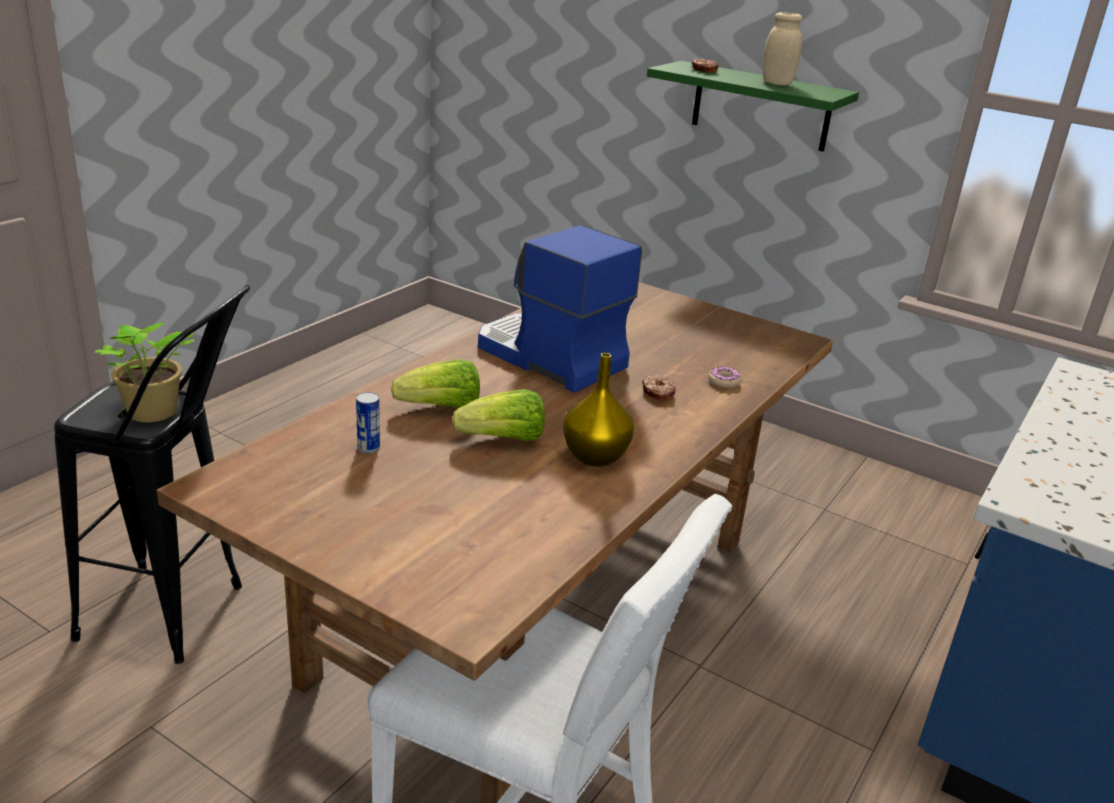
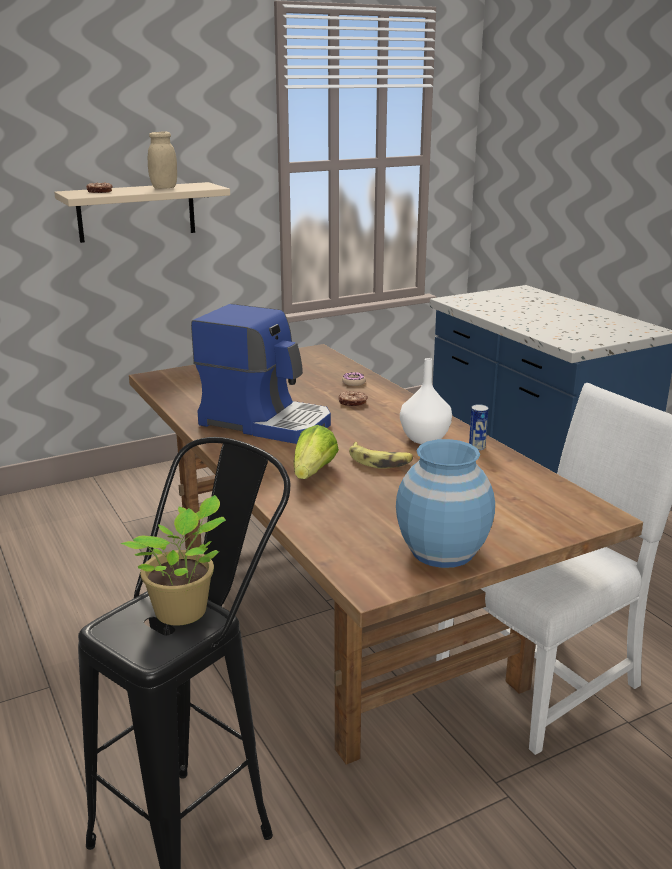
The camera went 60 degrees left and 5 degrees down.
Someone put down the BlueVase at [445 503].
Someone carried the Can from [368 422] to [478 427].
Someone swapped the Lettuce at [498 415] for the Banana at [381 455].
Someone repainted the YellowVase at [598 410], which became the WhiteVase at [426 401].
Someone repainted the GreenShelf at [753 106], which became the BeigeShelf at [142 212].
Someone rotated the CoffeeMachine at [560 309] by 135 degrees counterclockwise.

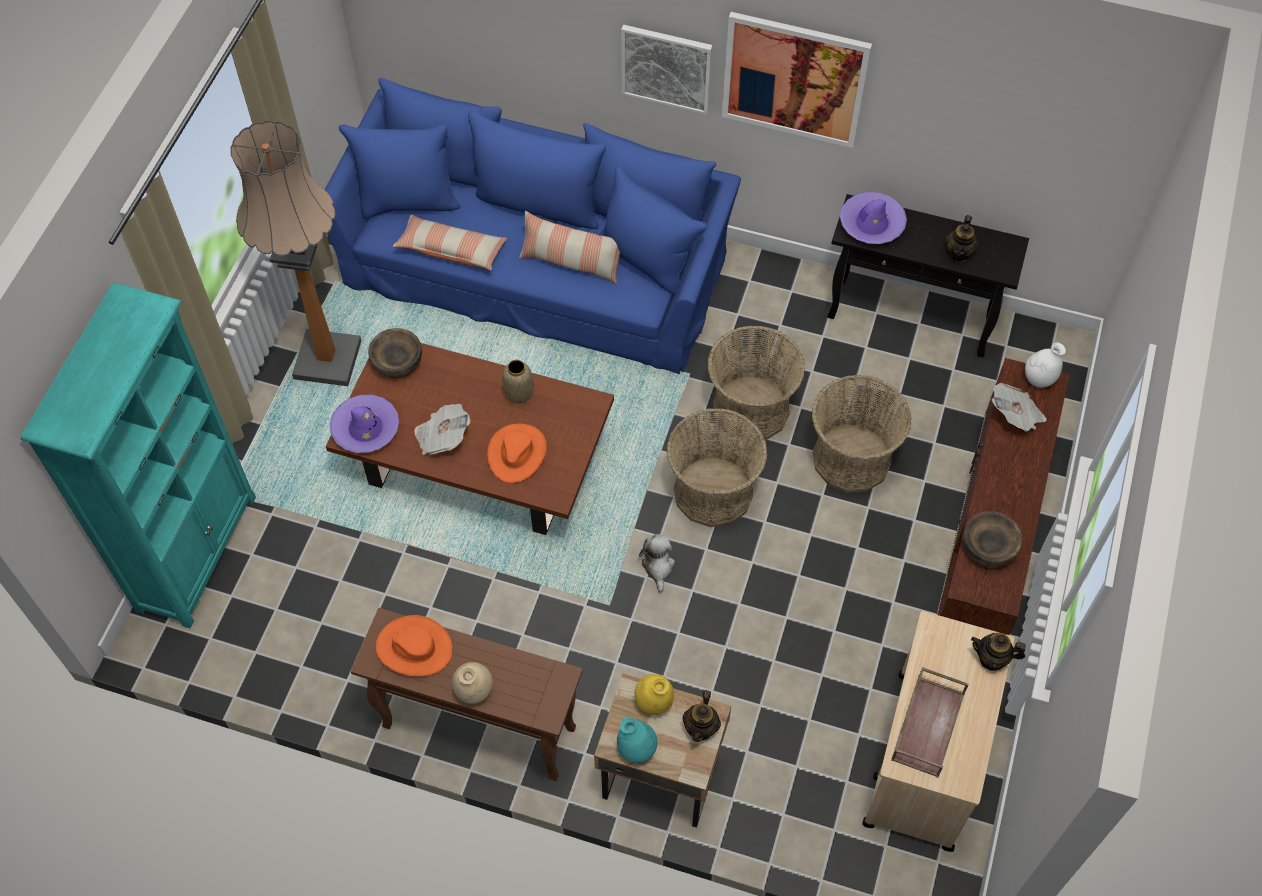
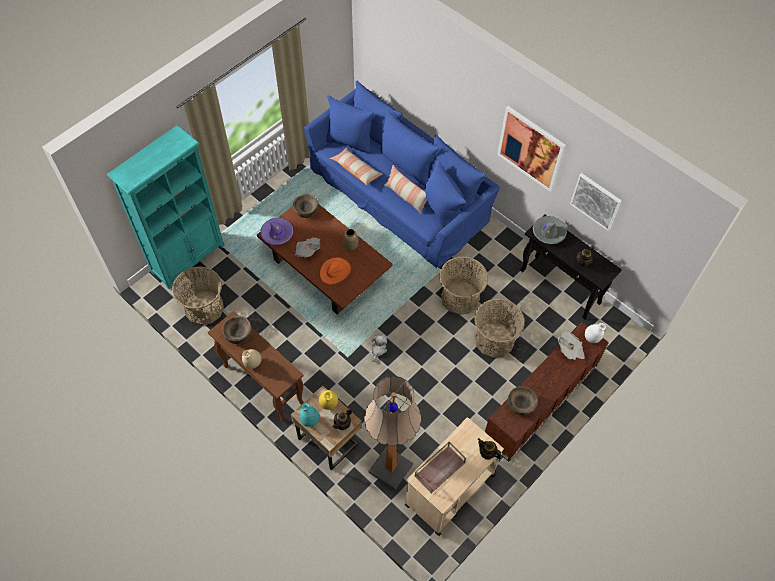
The camera went 25 degrees right and 0 degrees up.
Someone carried the FloorLamp from [295 253] to [392 433].
Someone carried the Picture from [667 70] to [596 202].
Someone carried the Basket from [717 467] to [198 295].
Someone swapped the OrangeHat at [414 646] for the BrownBowl at [237 330].
Someone repainted the PurpleHat at [873 218], which became the GreyHat at [550 230].

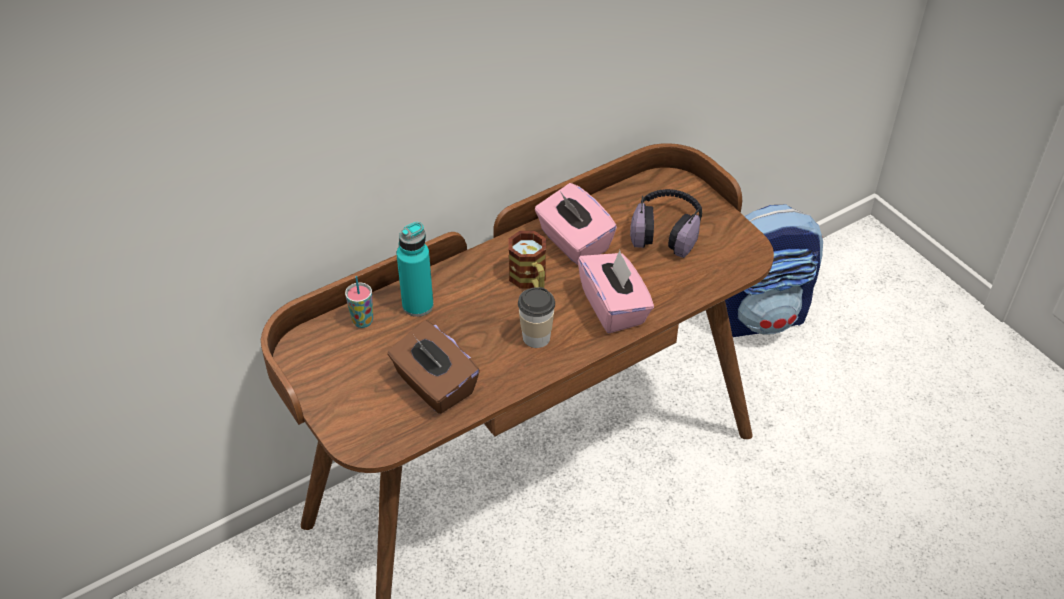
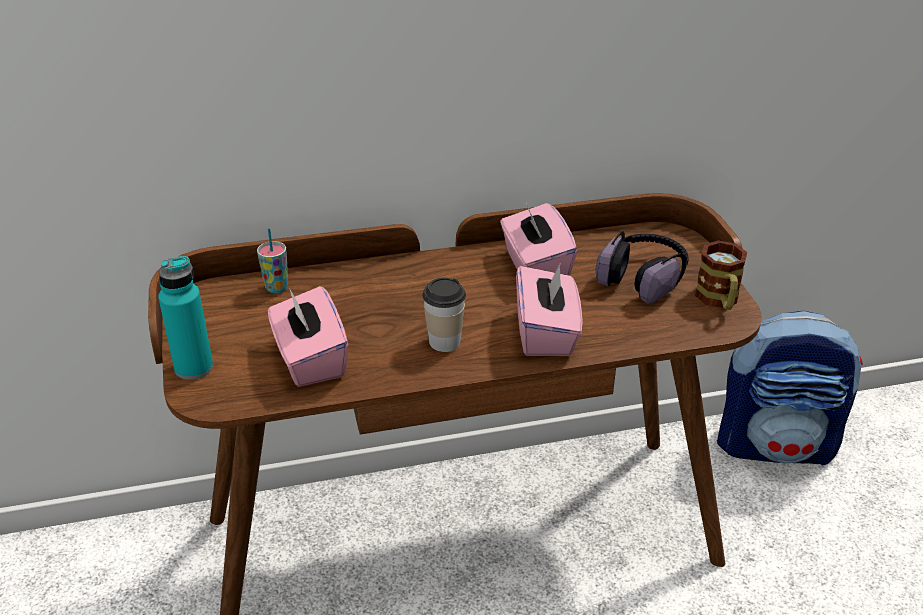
The camera went 20 degrees right and 10 degrees down.
Someone carried the TurquoiseBottle from [415 269] to [185 318].
Someone carried the Mug from [527 260] to [721 275].
Someone repainted the BrownTissueBox at [433 367], which became the PinkTissueBox at [308 336].

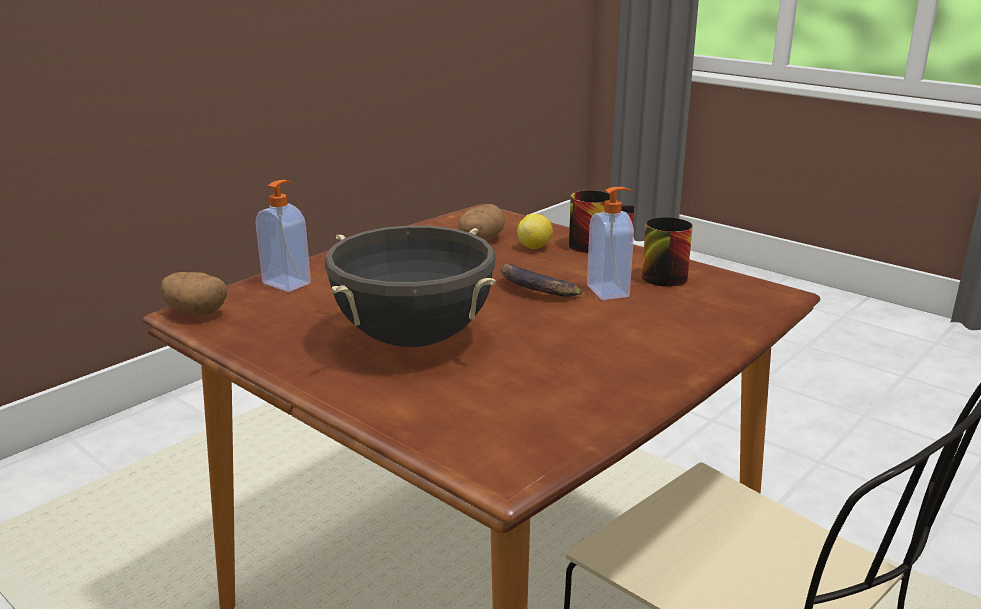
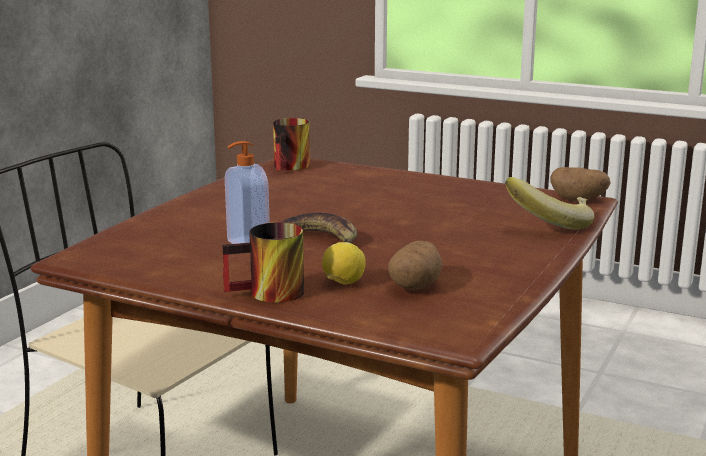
The camera went 165 degrees right and 5 degrees down.
Someone took away the BlackCookingPot at [410 286].
Someone carried the Mug from [667 252] to [291 144].
Someone swapped the SoapDispenser at [283 236] for the Banana at [549 203].

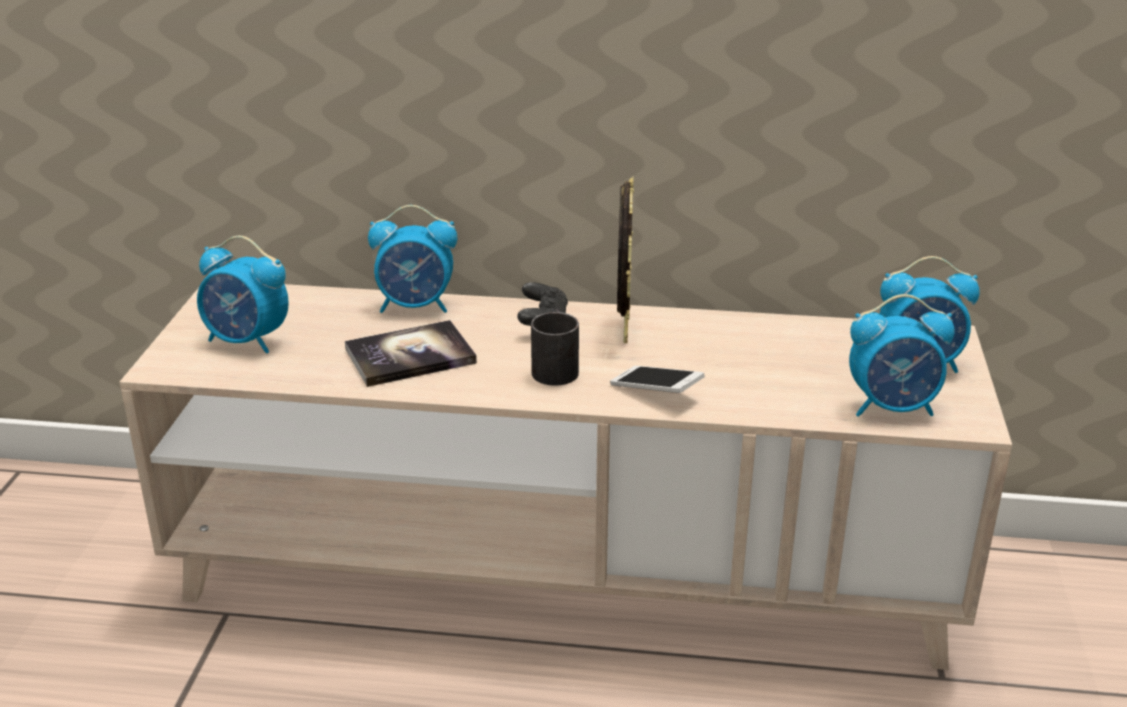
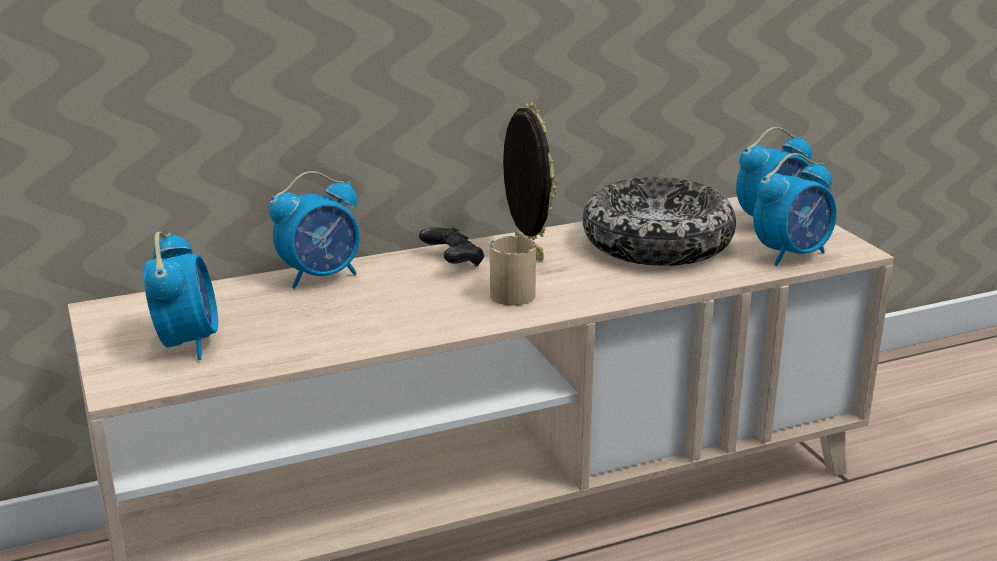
The camera went 30 degrees left and 5 degrees down.
Someone took away the Book at [411 353].
Someone took away the Phone at [657 379].
Someone put down the Bowl at [659 221].
Someone repainted the BlackMug at [555 349], which became the BeigeMug at [513 271].
Someone rotated the AlarmClock at [243 295] by 90 degrees counterclockwise.

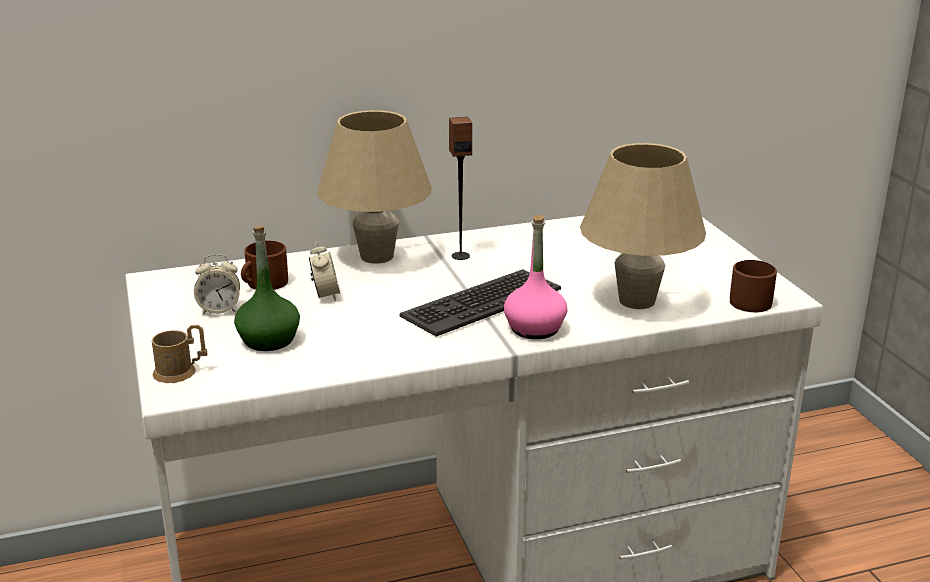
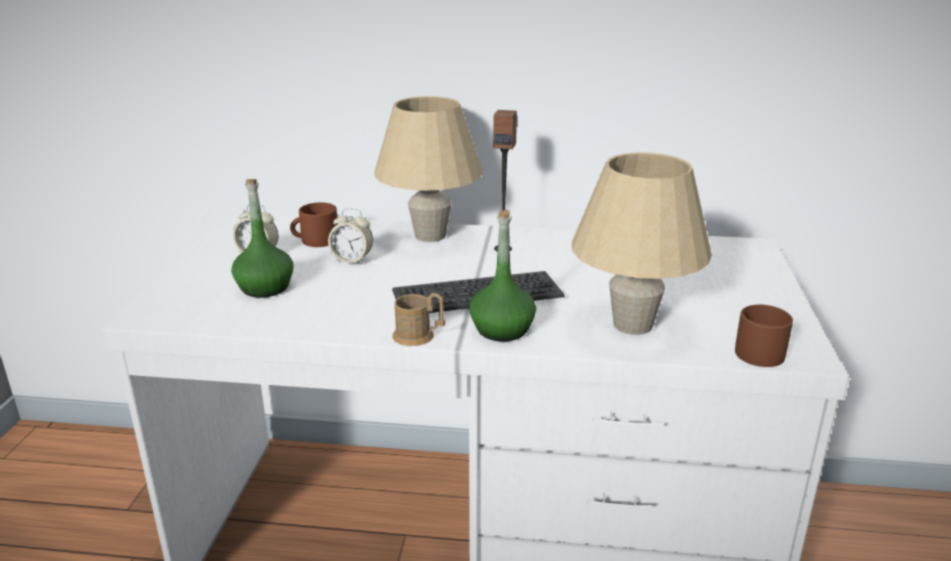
The camera went 25 degrees right and 0 degrees up.
Someone carried the BrownMug from [180 354] to [418 319].
Someone repainted the PinkBottle at [535 277], which became the GreenBottle at [502 276].
Someone rotated the AlarmClock at [324 271] by 90 degrees clockwise.

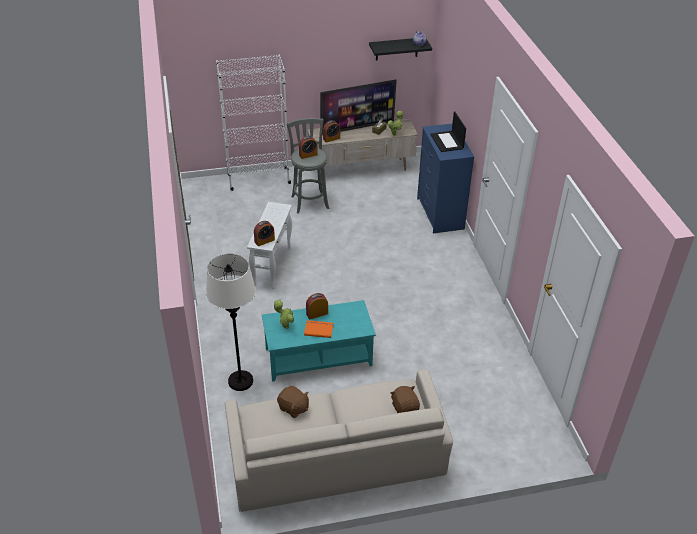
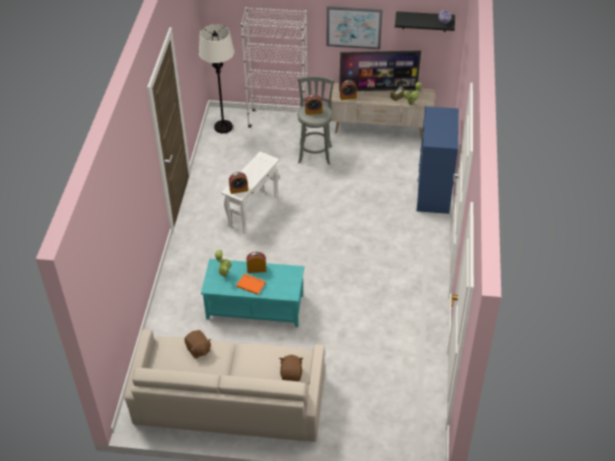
The camera went 20 degrees right and 5 degrees up.
Someone took away the Laptop at [448 131].
Someone put up the Picture at [355 28].
Someone carried the WhiteFloorLamp from [231 322] to [216 78].

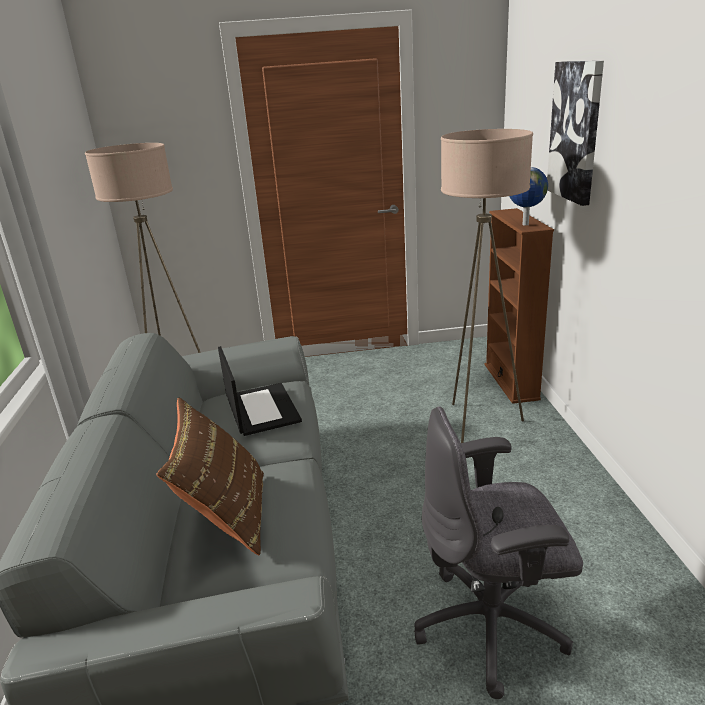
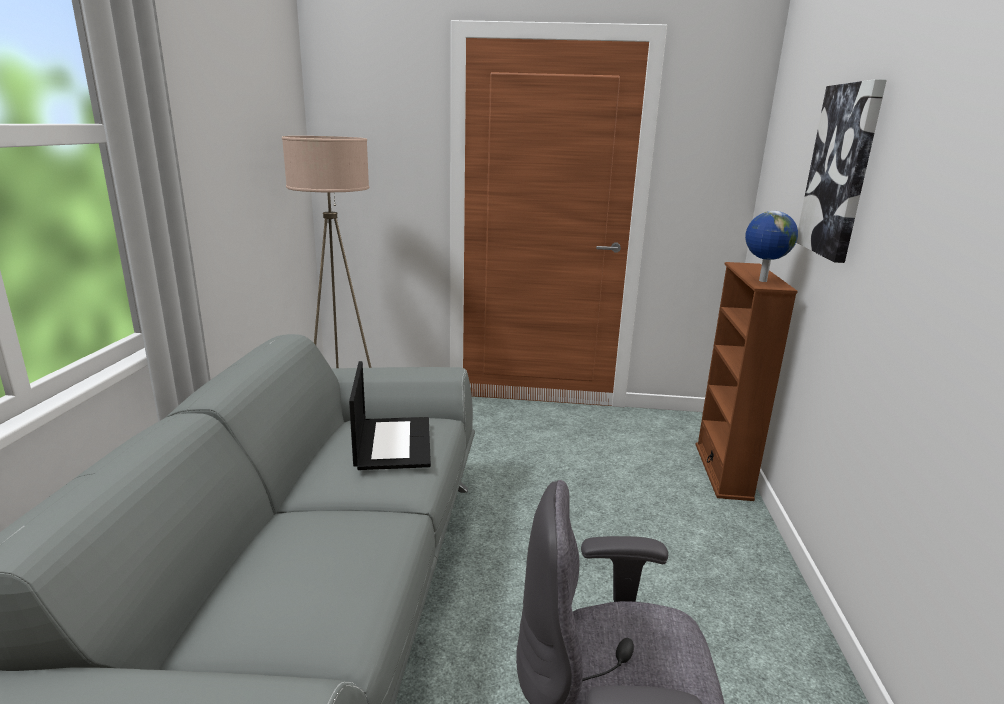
The camera went 10 degrees right and 5 degrees down.
Someone took away the BrownPillow at [210 476].
Someone took away the BeigeFloorLamp at [487 286].

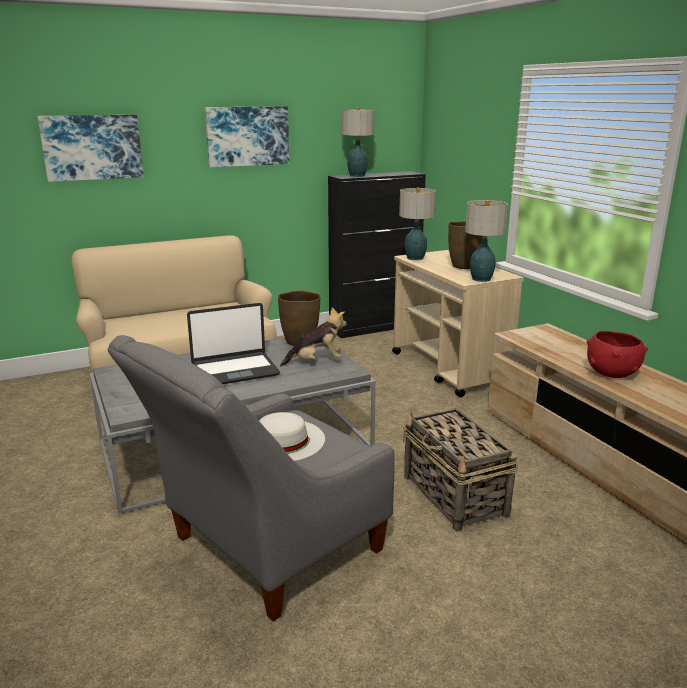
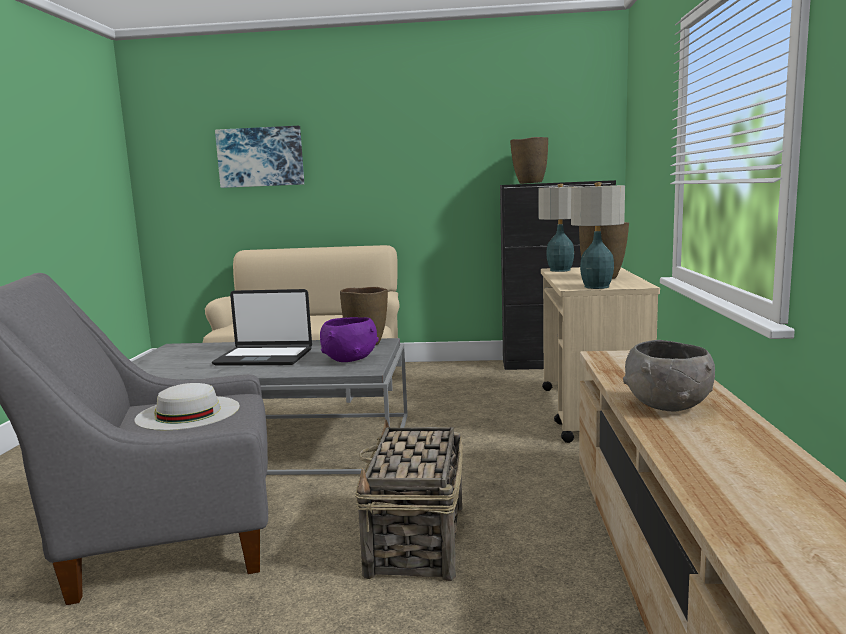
The camera went 30 degrees right and 10 degrees down.
Someone took away the Picture at [247 136].
Someone swapped the PlushToy at [313 336] for the PurpleBowl at [349 339].
Someone swapped the TableLamp at [357 142] for the BrownVase at [529 160].
Someone repainted the RedBowl at [617 354], which became the GreyBowl at [669 376].

